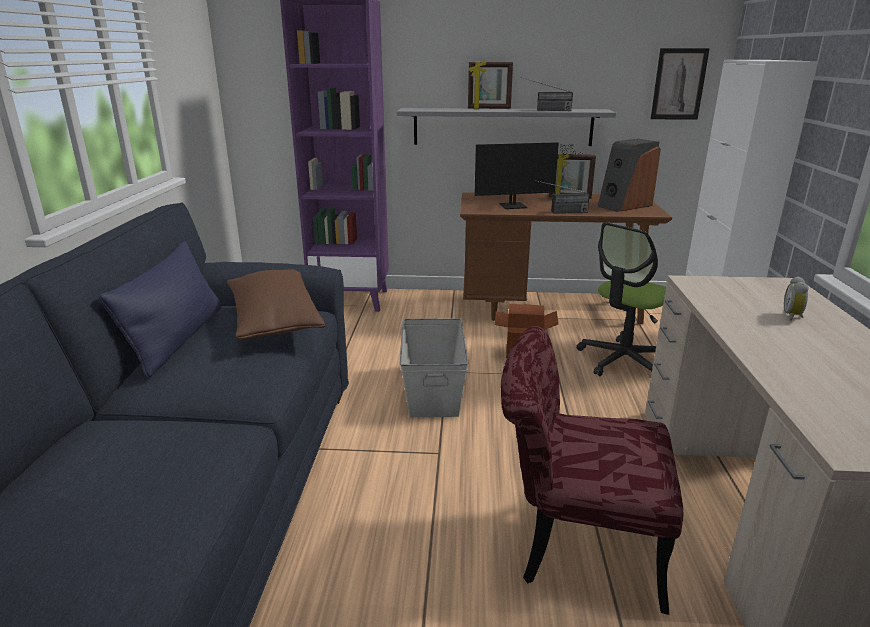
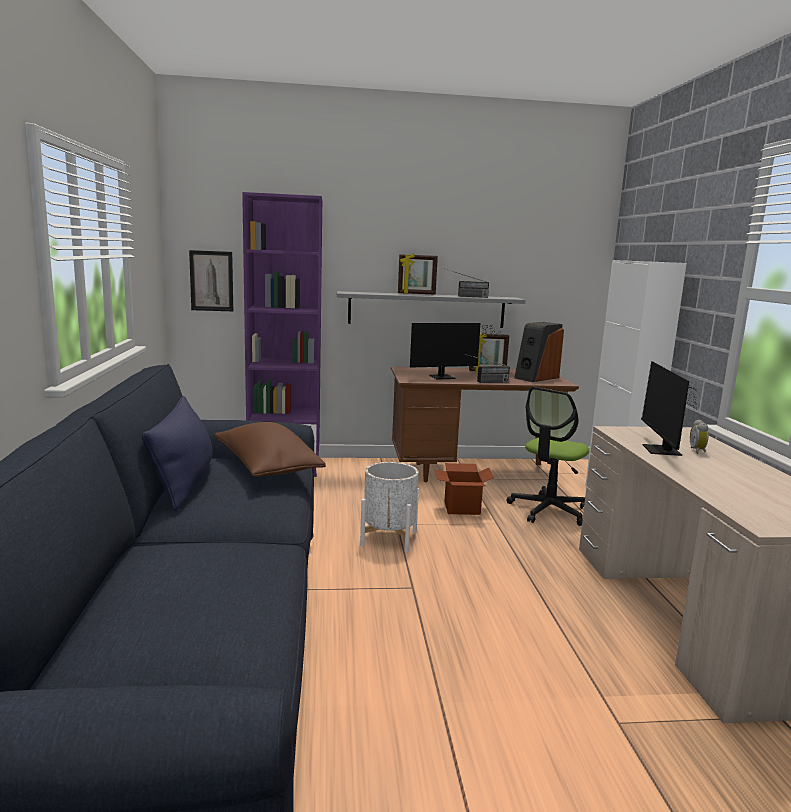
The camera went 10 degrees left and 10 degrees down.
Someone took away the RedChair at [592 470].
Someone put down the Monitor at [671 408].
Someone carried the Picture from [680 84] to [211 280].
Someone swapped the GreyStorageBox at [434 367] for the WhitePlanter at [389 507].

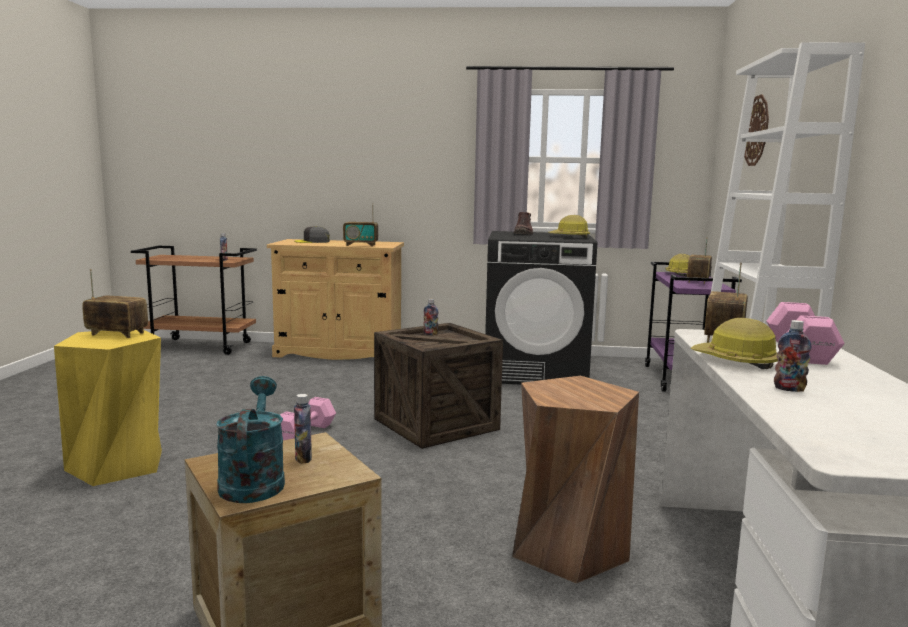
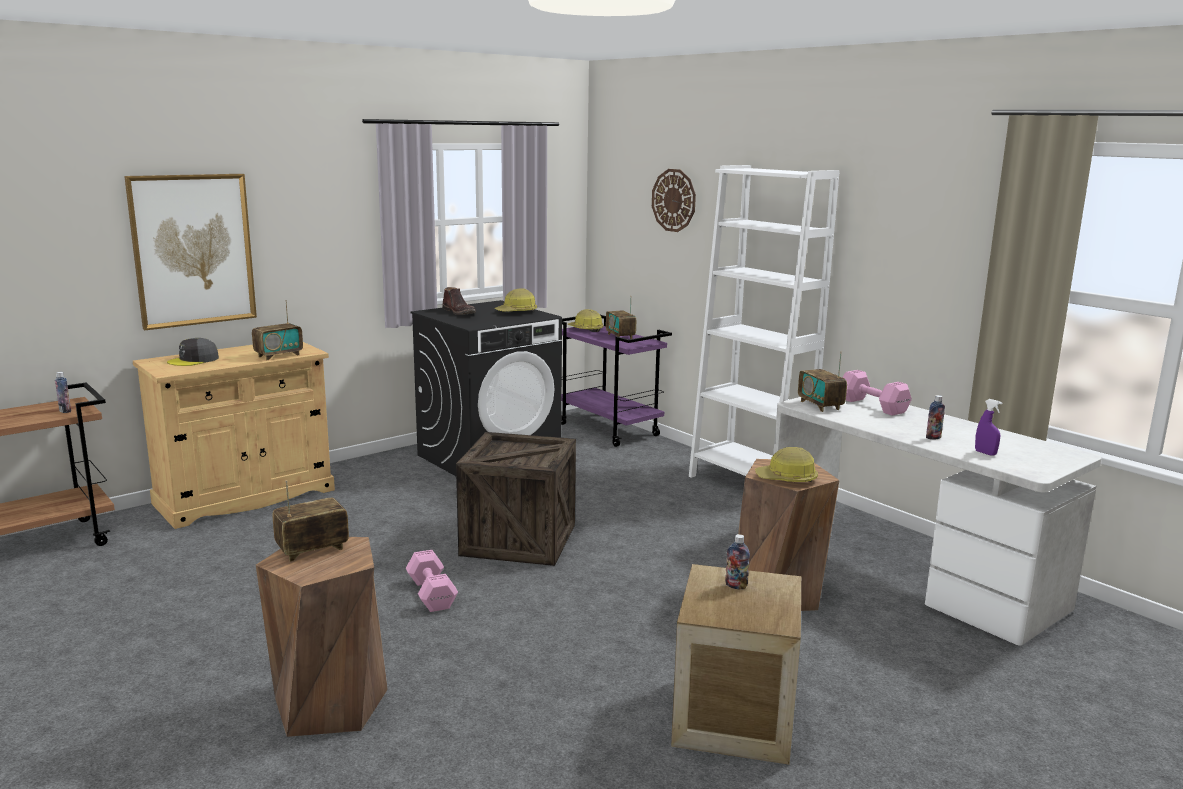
The camera went 45 degrees left and 5 degrees up.
Someone took away the TurquoiseWateringCan at [250 439].
Someone took away the Bottle at [430 317].
Someone put up the Picture at [190 252].
Someone put down the PurpleSprayBottle at [988 427].
Someone carried the HardHat from [734 343] to [786 464].
Someone repainted the YellowStool at [108 408], which became the BrownStool at [322 637].

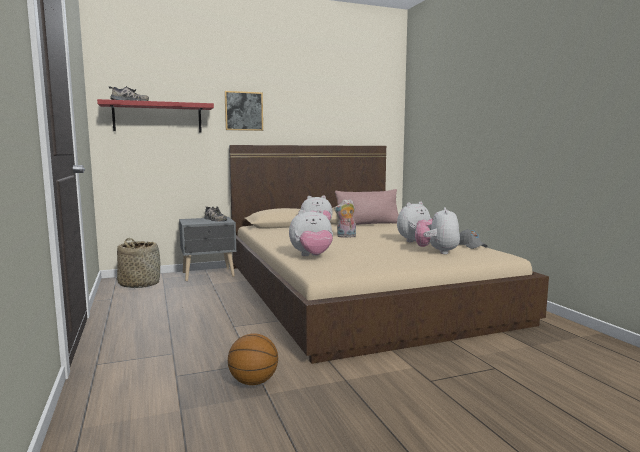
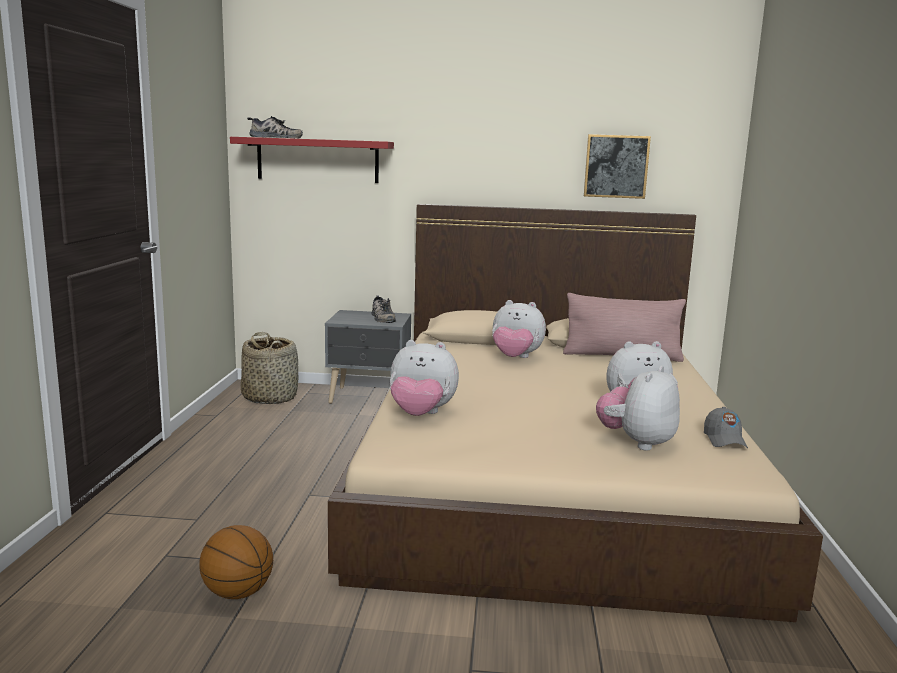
The camera went 25 degrees right and 5 degrees up.
Someone took away the PlushToy at [345 218].
Someone carried the Picture from [243 111] to [617 166].

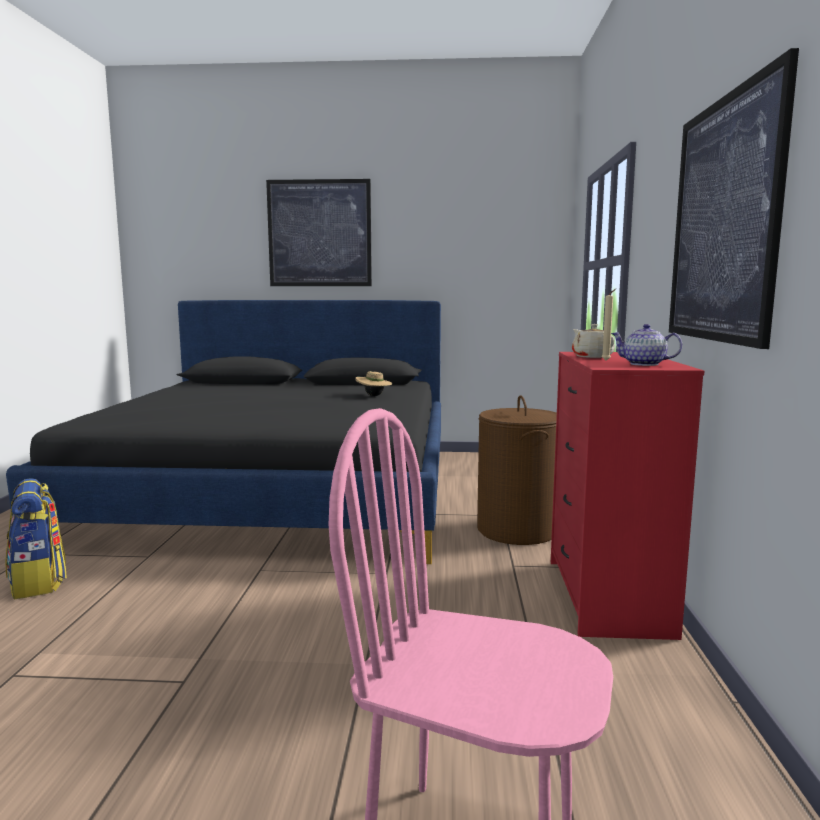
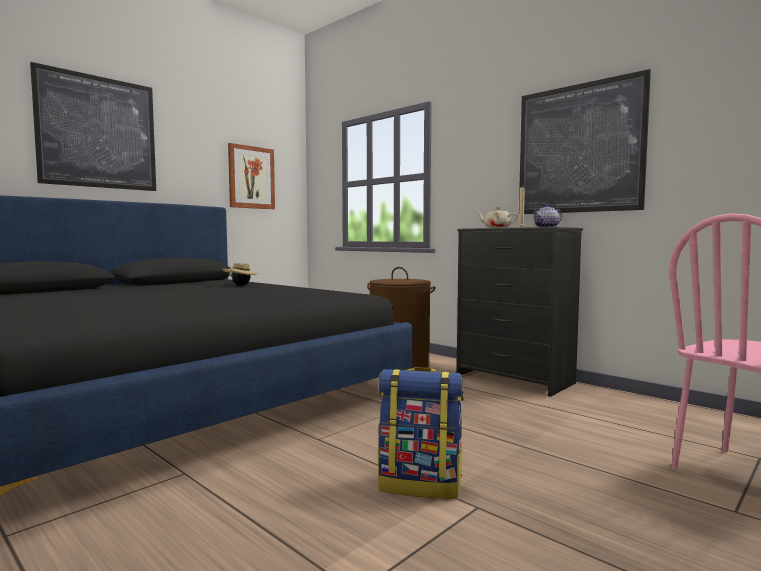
The camera went 50 degrees left and 5 degrees down.
Someone put up the Picture at [251 176].
Someone carried the Backpack from [36 538] to [421 433].
Someone repainted the RedDresser at [627 496], which became the BlackDresser at [520 312].

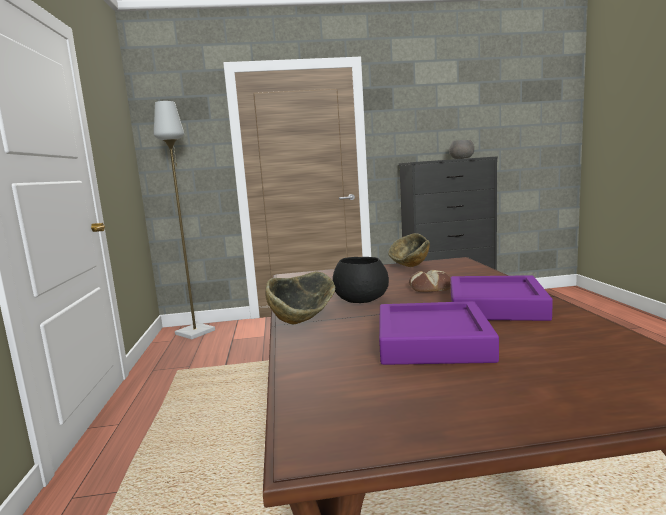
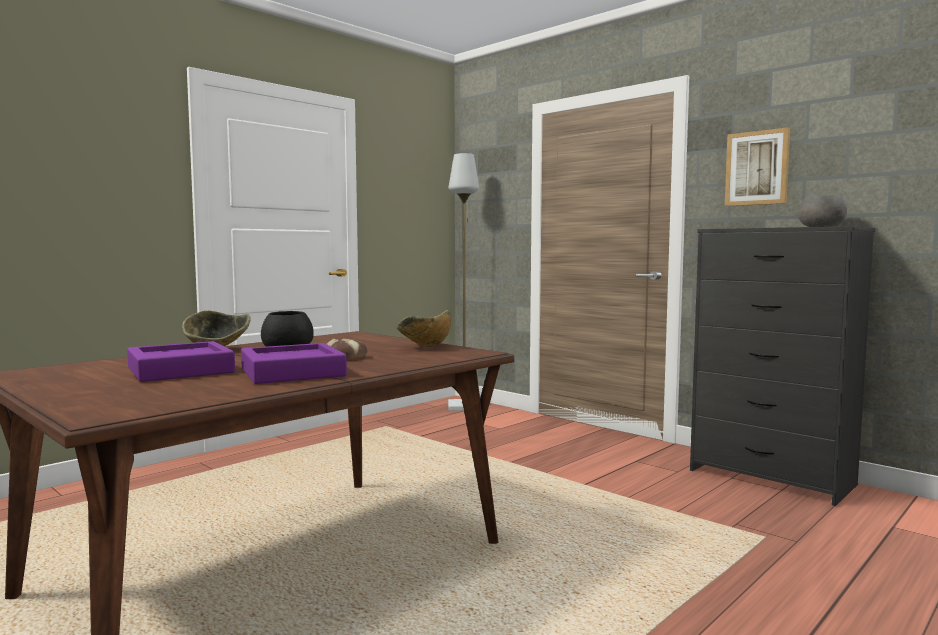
The camera went 50 degrees right and 5 degrees down.
Someone put up the Picture at [757 166].

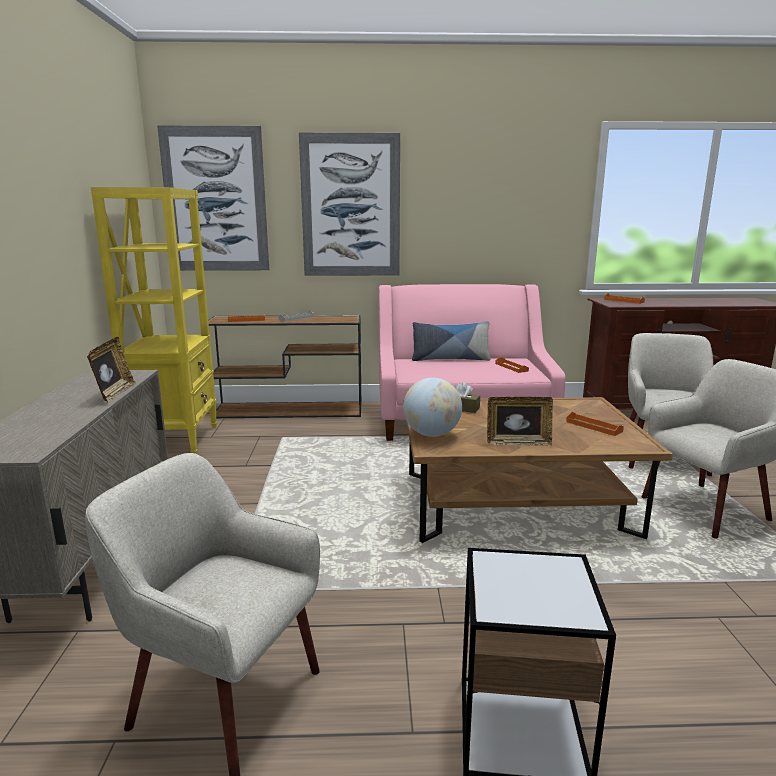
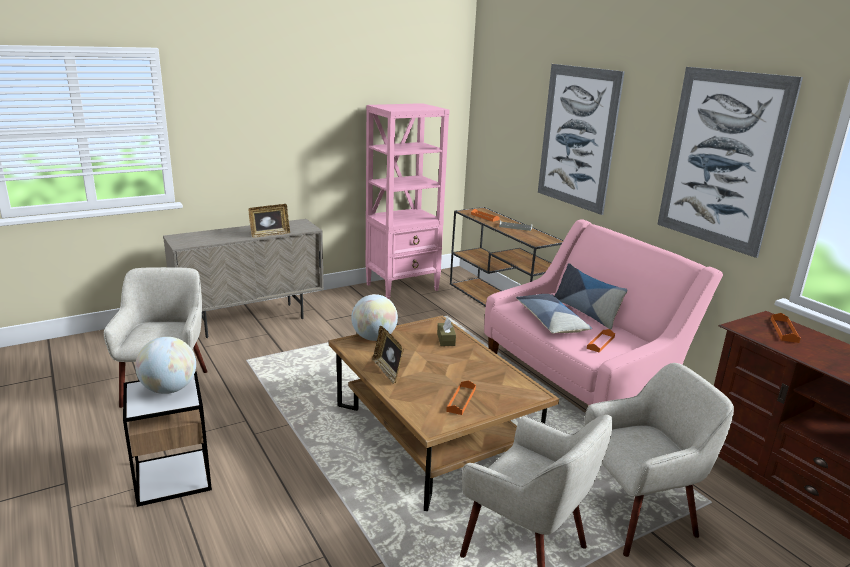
The camera went 60 degrees right and 5 degrees up.
Someone put down the Globe at [165 365].
Someone put down the Pillow at [554 314].
Someone carried the Picture from [213 198] to [730 162].
Someone repainted the YellowBookcase at [154 320], which became the PinkBookcase at [408 201].

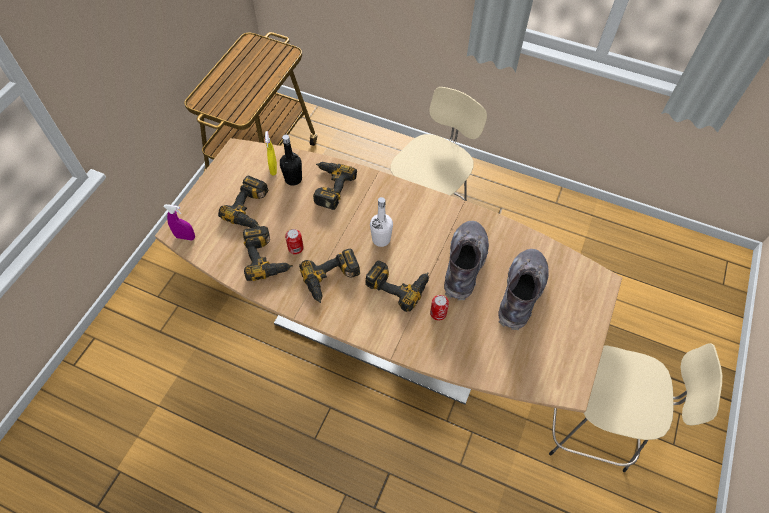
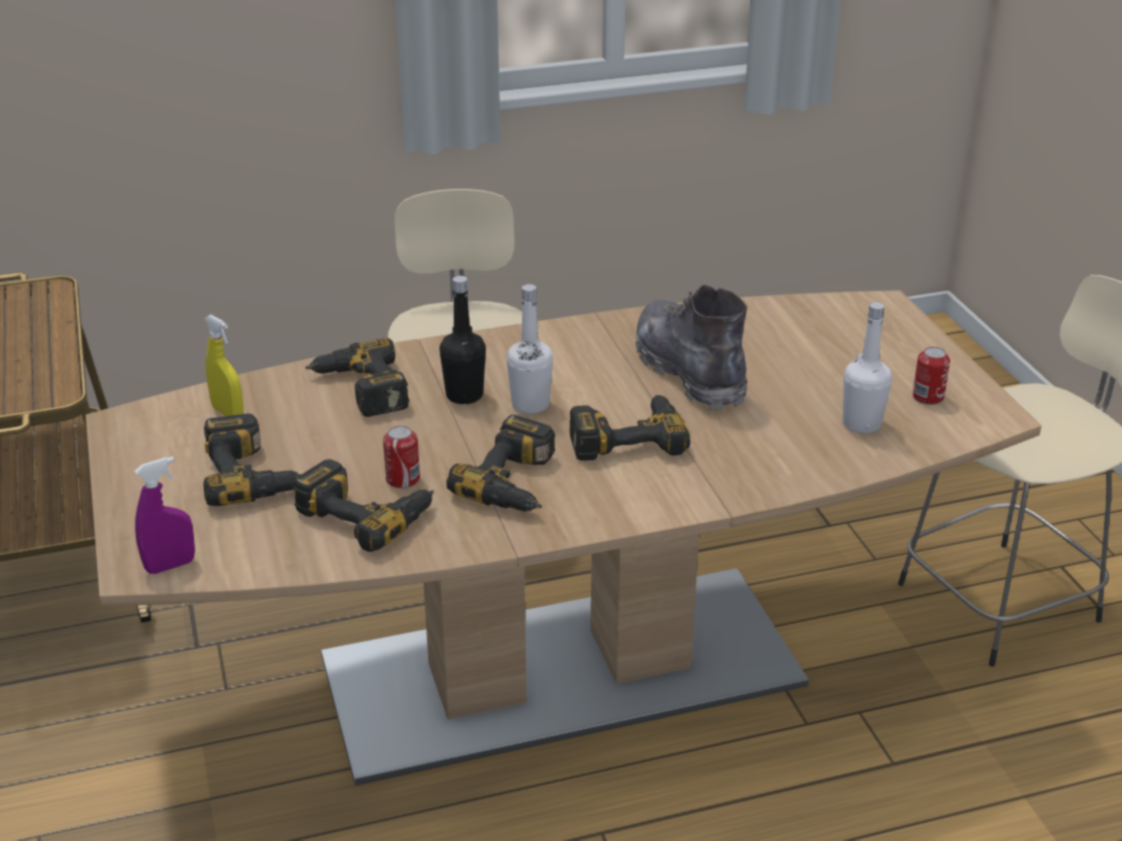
The camera went 40 degrees left and 25 degrees down.
Someone took away the GreyBoot at [523 289].
Someone put down the WhiteBottle at [867 368].
Someone carried the BlackBottle from [291 160] to [463 340].
Someone carried the Can from [439 308] to [931 376].

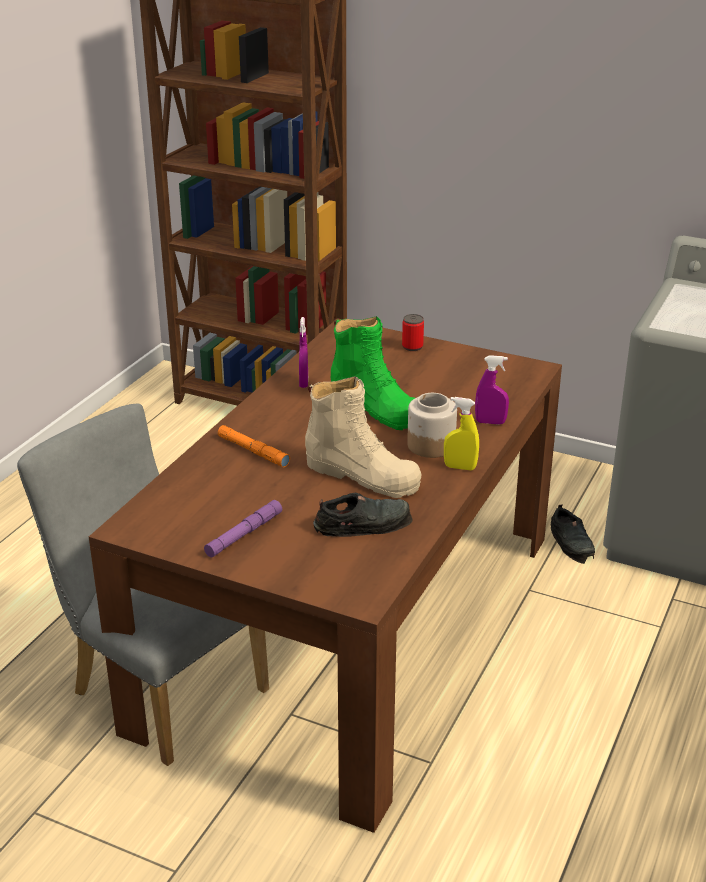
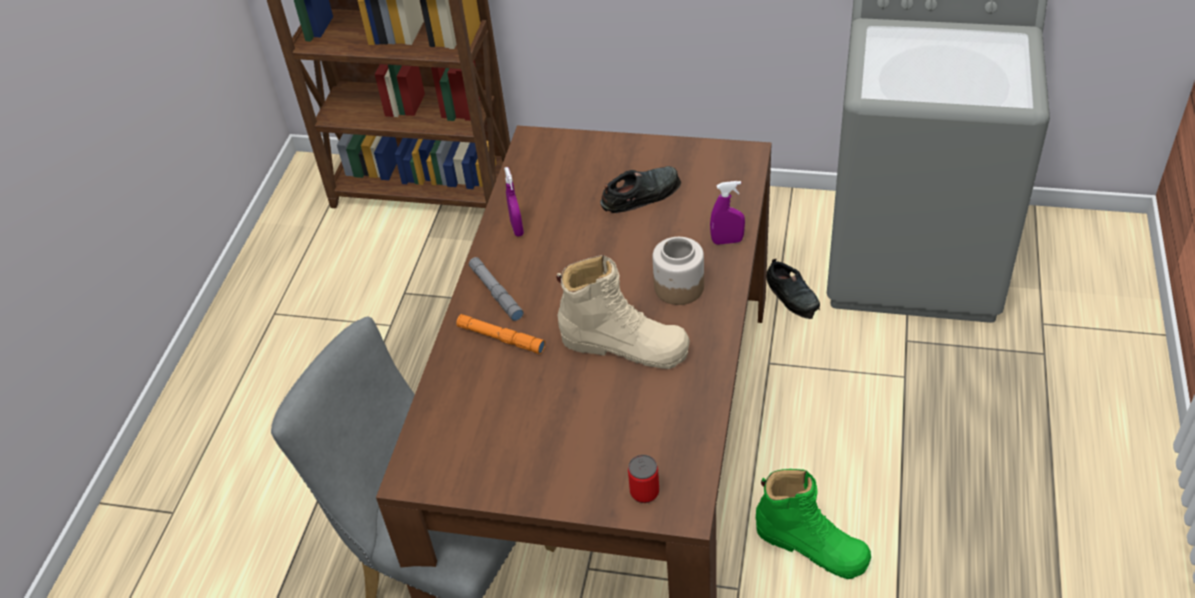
The camera went 10 degrees left and 15 degrees up.
Someone took away the PurpleFlashlight at [243 528].
Someone took away the YellowSprayBottle at [461 433].
Someone put down the GreyFlashlight at [496 289].
Someone carried the BlackShoe from [363 515] to [640 189].
Someone carried the GreenBoot from [373 373] to [813 524].
Someone carried the Can from [413 332] to [643 479].

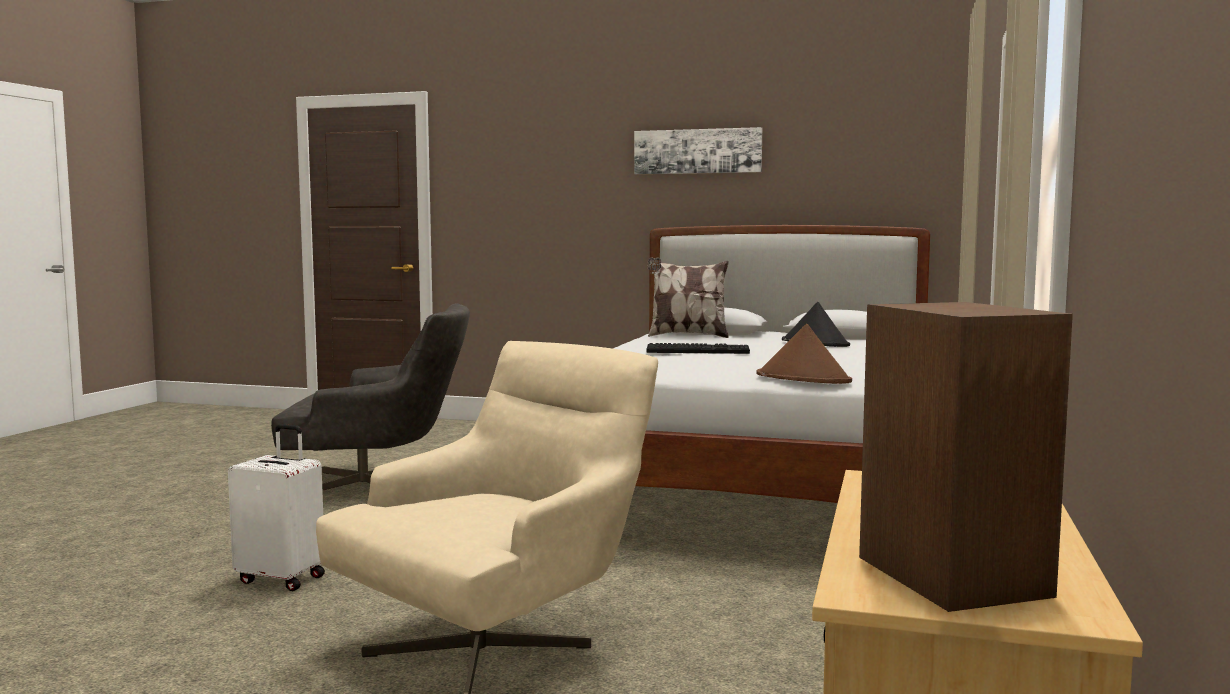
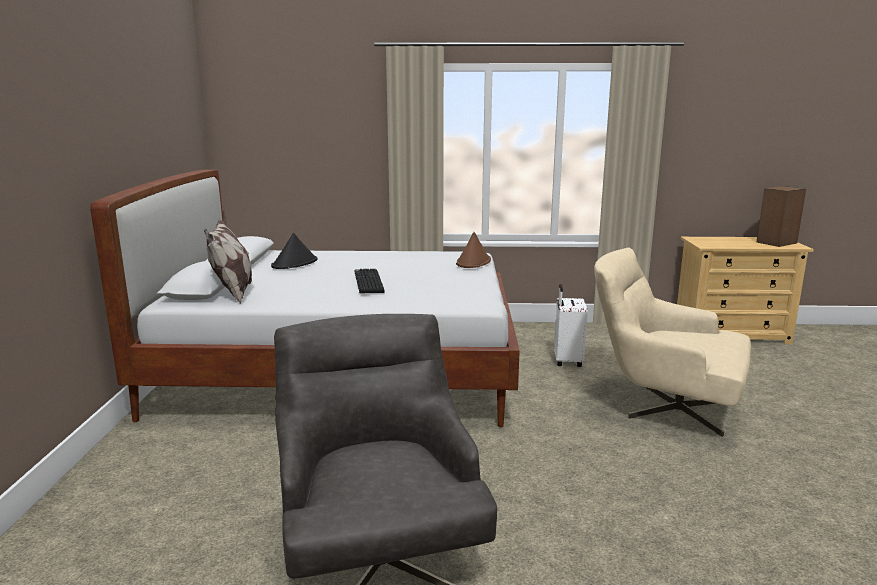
The camera went 105 degrees left and 10 degrees up.
Someone took away the Picture at [698 150].
Someone carried the WhiteSuitcase from [276 507] to [571 325].

